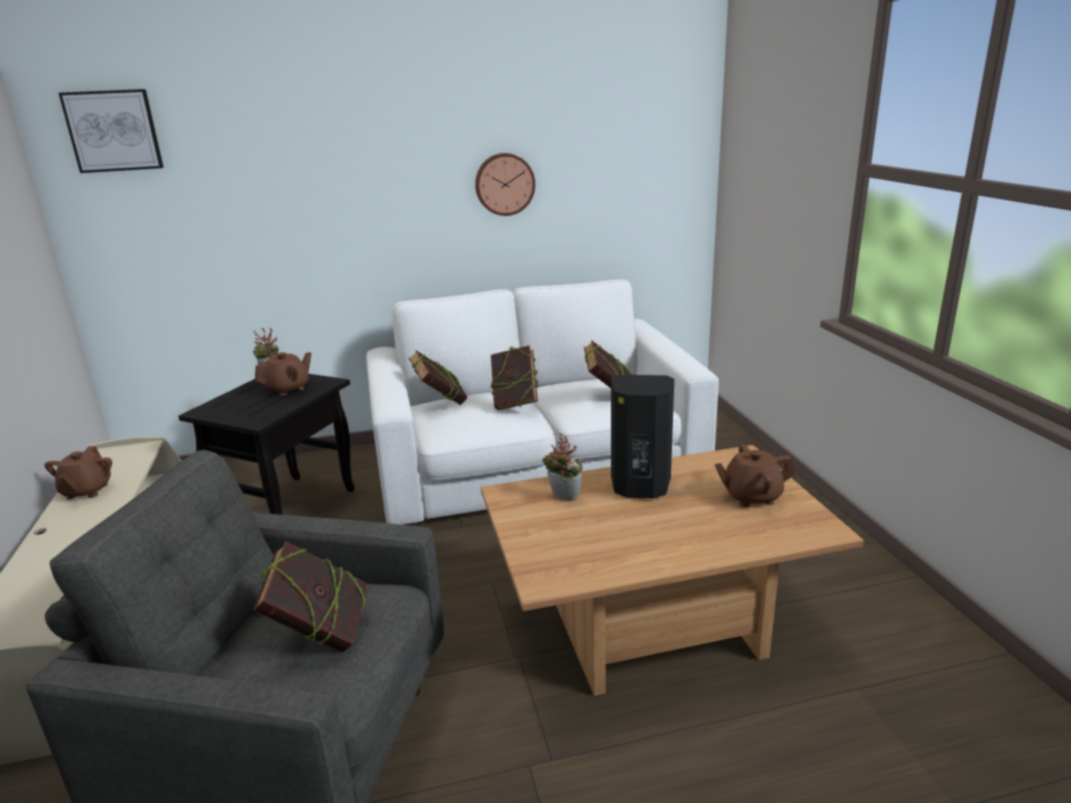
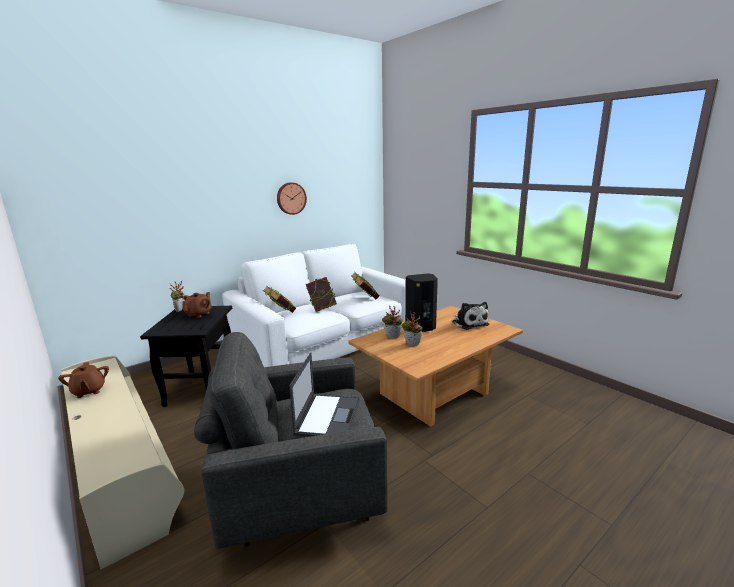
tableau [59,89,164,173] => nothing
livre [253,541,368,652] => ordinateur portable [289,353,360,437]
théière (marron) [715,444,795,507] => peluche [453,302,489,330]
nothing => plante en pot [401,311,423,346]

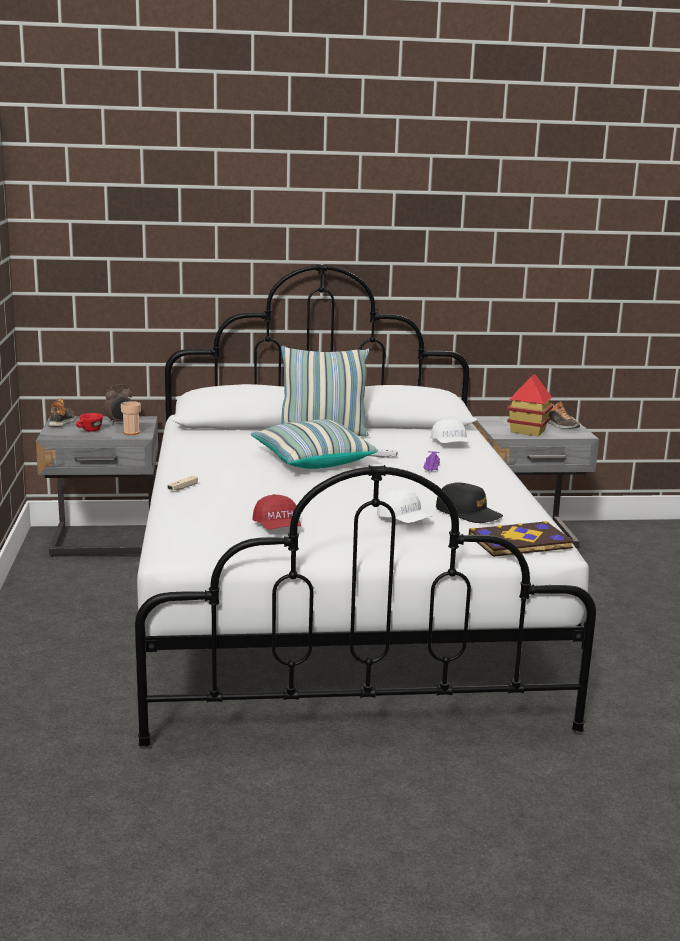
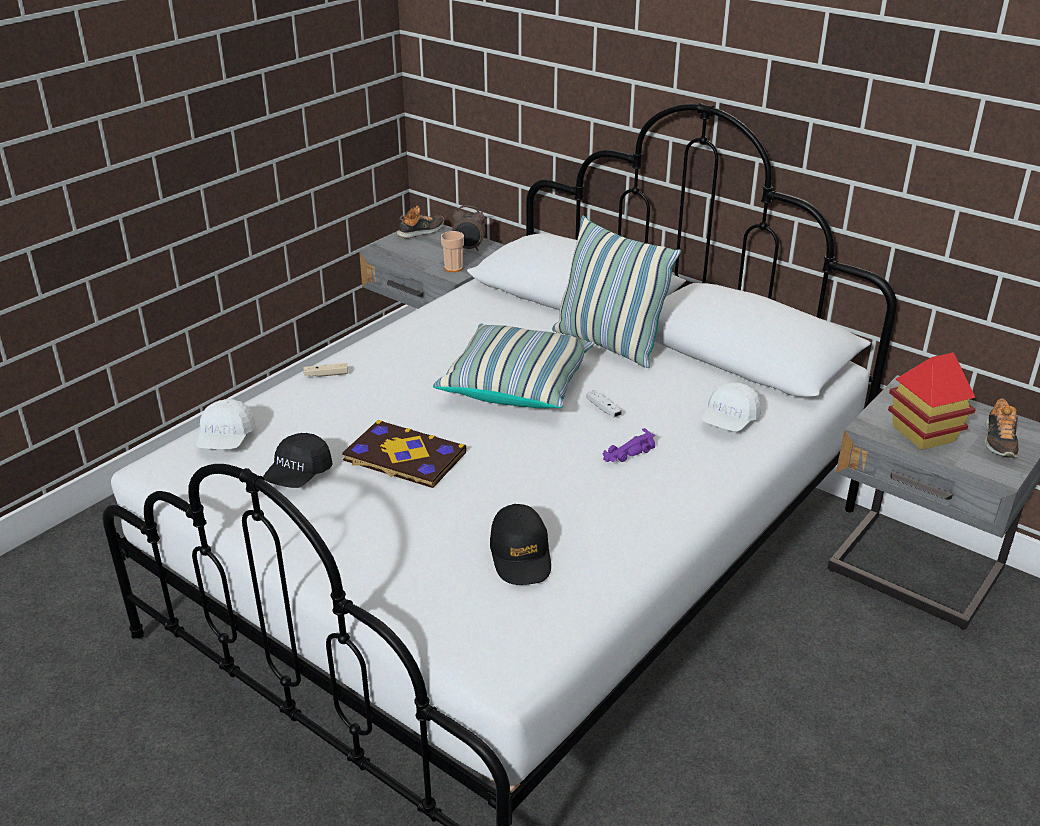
tasse (rouge) [76,413,103,432] => nothing
casquette (rouge) [252,494,301,529] => casquette (noir) [263,433,333,488]
casquette (blanc) [377,489,433,523] => casquette (blanc) [196,399,256,449], relocated
livre [469,521,574,557] => livre [342,420,466,488], relocated

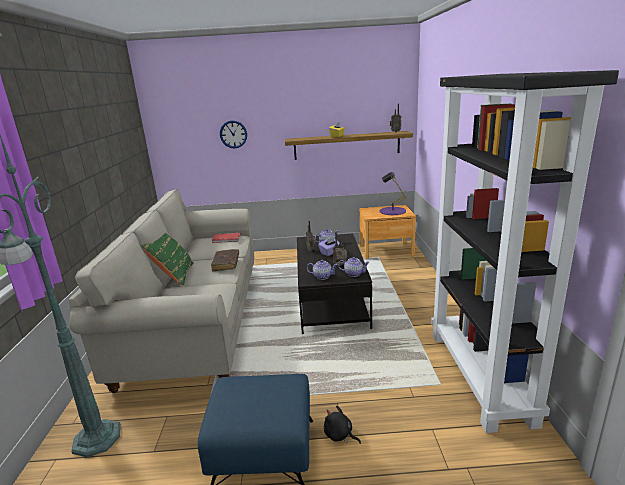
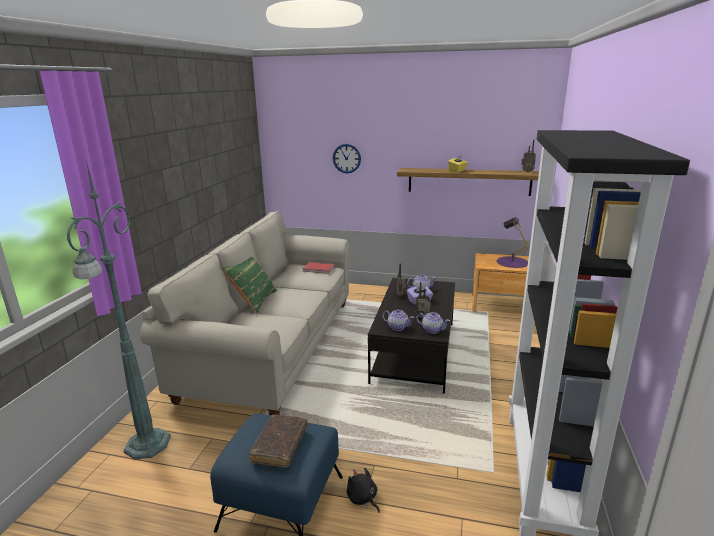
livre (marron) [211,249,239,271] => livre (marron) [249,415,308,467], relocated

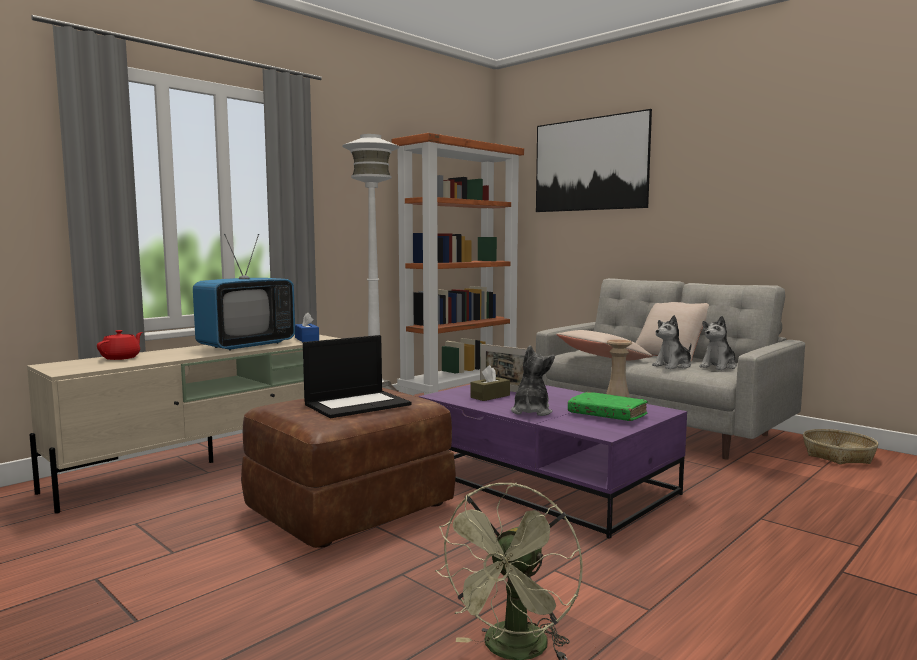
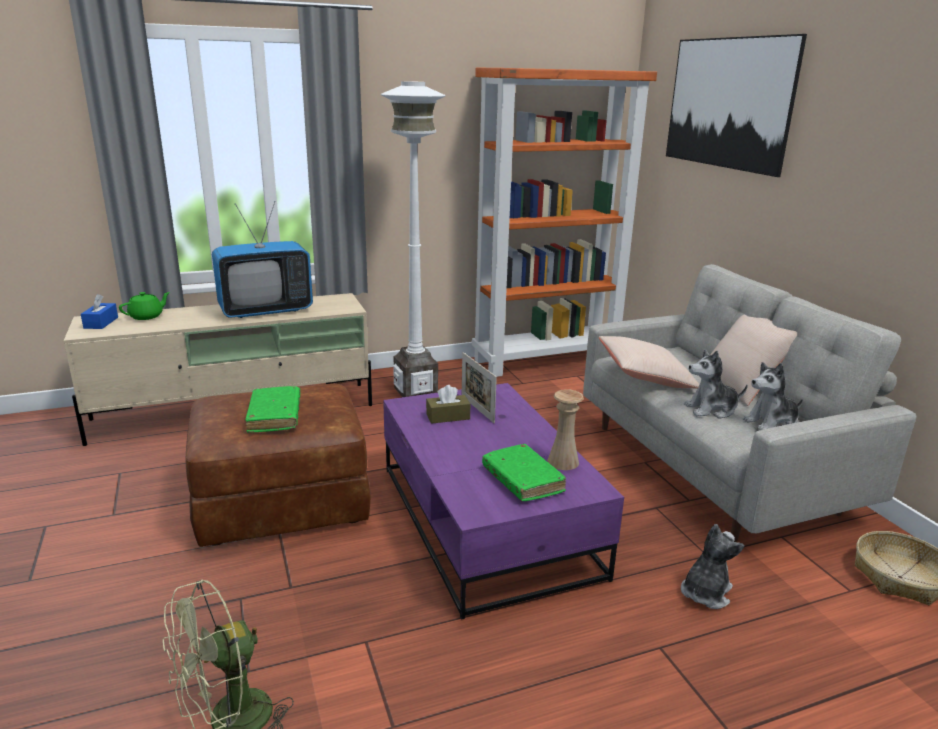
théière (rouge) [97,330,143,360] => théière (vert) [119,292,170,320]
boîte à mouchoirs (bleu) [295,312,319,342] => boîte à mouchoirs (bleu) [81,294,118,329], relocated
ordinateur portable [303,335,411,418] => livre (vert) [245,386,300,433]
peluche [511,345,555,416] => peluche [681,524,744,609], relocated

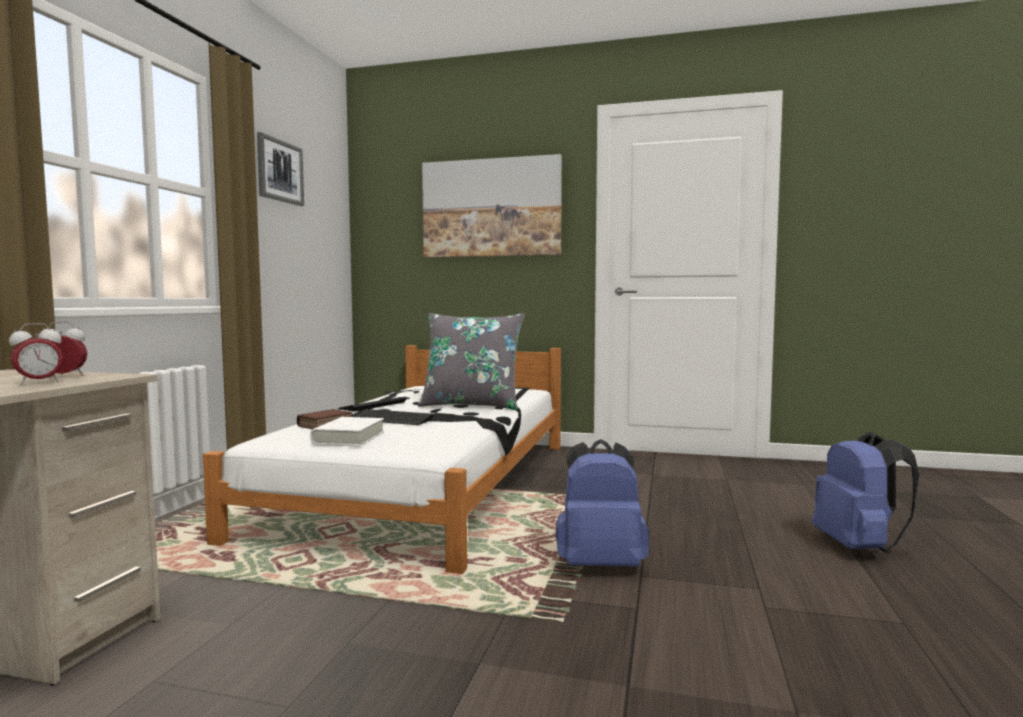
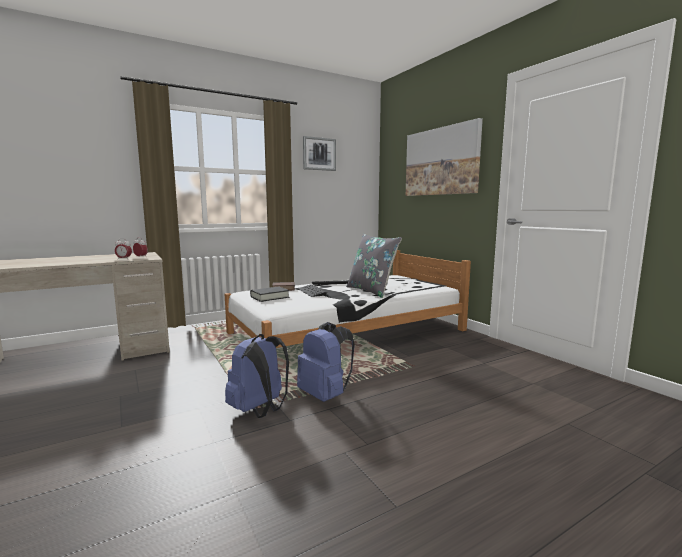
livre (blanc) [310,417,384,446] => livre (noir) [250,286,290,302]
sac à dos (bleu) [812,431,919,552] => sac à dos (bleu) [225,334,289,418], relocated

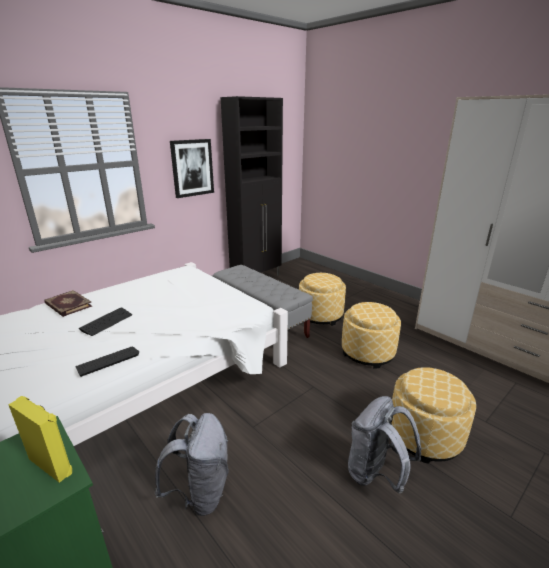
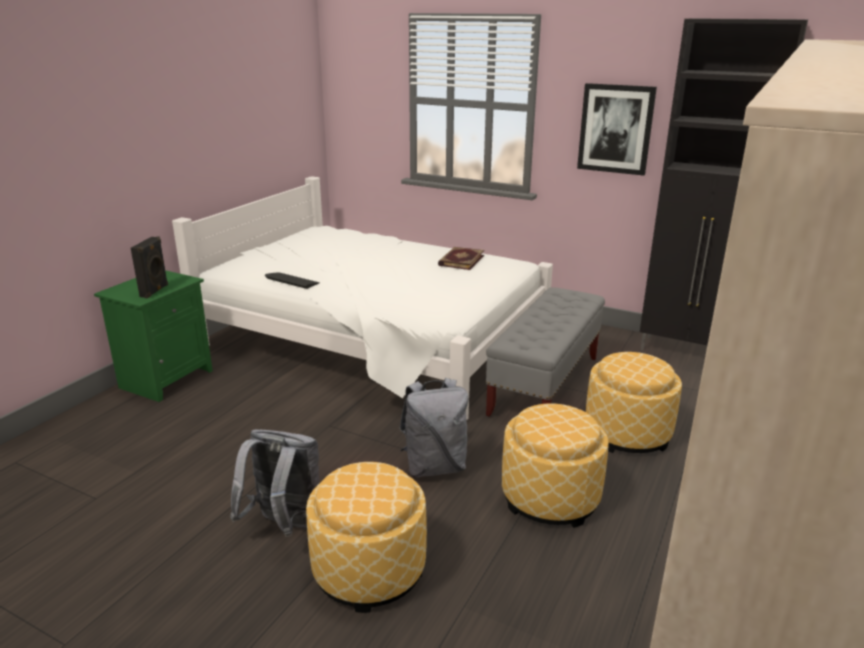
enceinte (jaune) [8,396,72,483] => enceinte (noir) [131,236,168,298]
livre [44,290,92,317] => livre [438,247,484,270], relocated
clavier [79,307,132,336] => nothing
sac à dos (gris) [155,413,229,516] => sac à dos (gris) [399,378,468,477], relocated

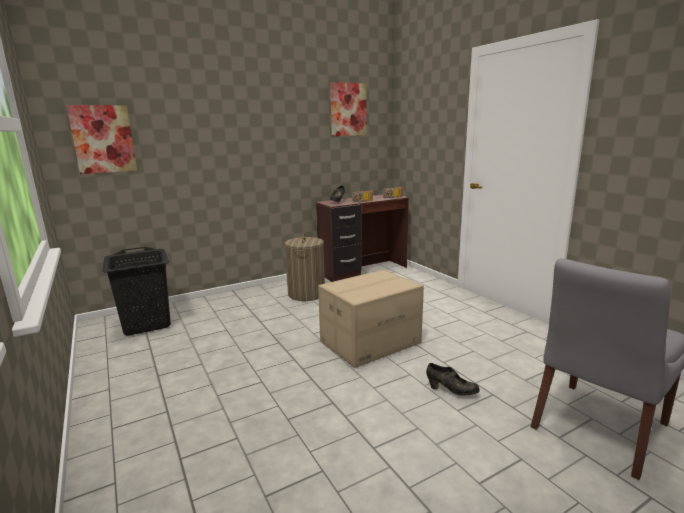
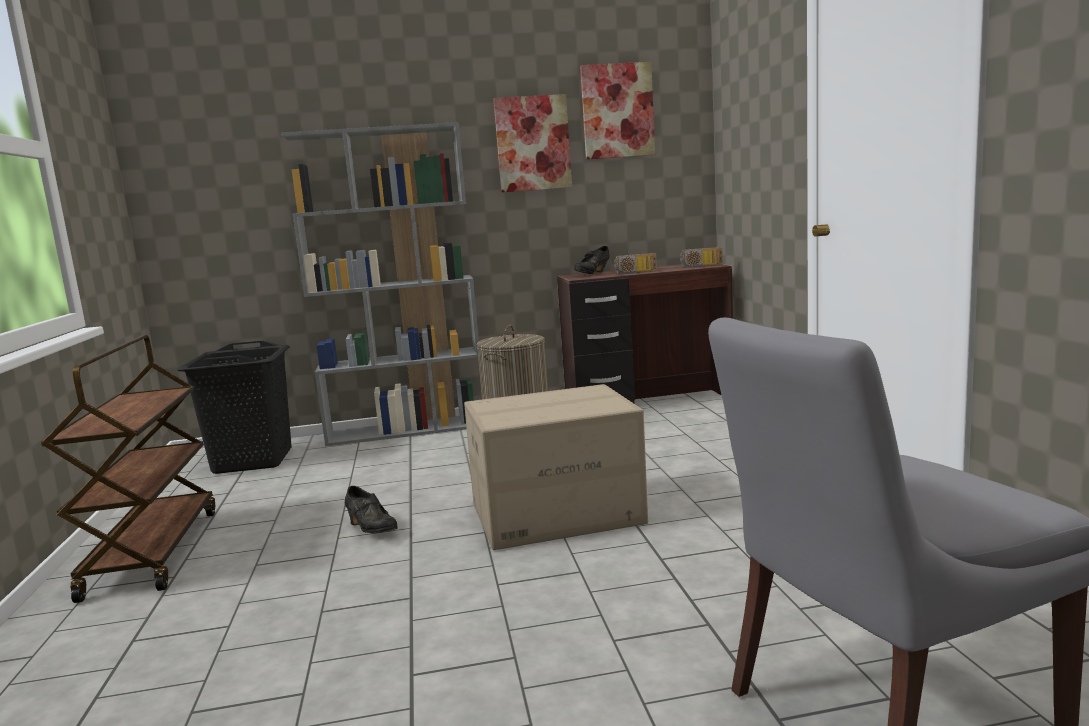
tableau [66,105,137,174] => tableau [493,94,572,193], relocated
chaussure (noir) [426,363,480,395] => chaussure (noir) [345,486,398,533], relocated
nothing => chariot (marron) [41,335,215,603]
nothing => bibliothèque (gris) [281,122,479,447]

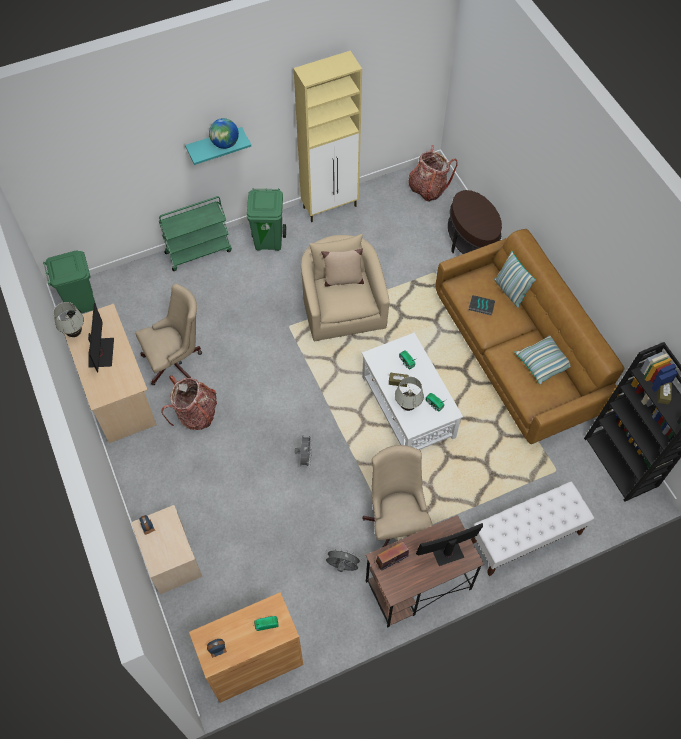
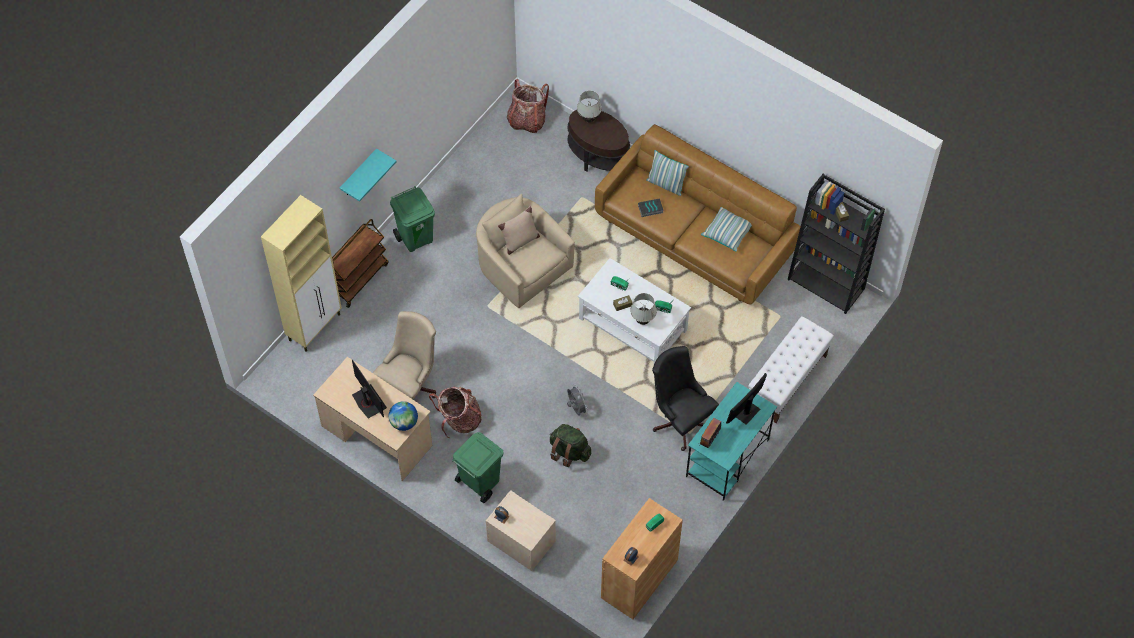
poubelle (vert) [43,251,96,318] => poubelle (vert) [452,432,503,503], relocated
lampe de table (blanc) [53,302,84,337] => lampe de table (blanc) [577,91,602,122], relocated
chariot (vert) [159,196,232,271] => chariot (marron) [332,219,389,308]
globe [209,118,239,149] => globe [389,401,418,431], relocated
meuble de rangement (beige) [294,51,362,222] => meuble de rangement (beige) [261,195,342,352], relocated
ventilateur (gris) [326,548,362,572] => nothing
chaise de bureau (beige) [362,445,432,547] => chaise de bureau (noir) [652,346,719,451]
bureau (marron) [366,515,484,628] => bureau (turquoise) [686,382,777,501]
nothing => sac à dos (vert) [550,424,591,467]

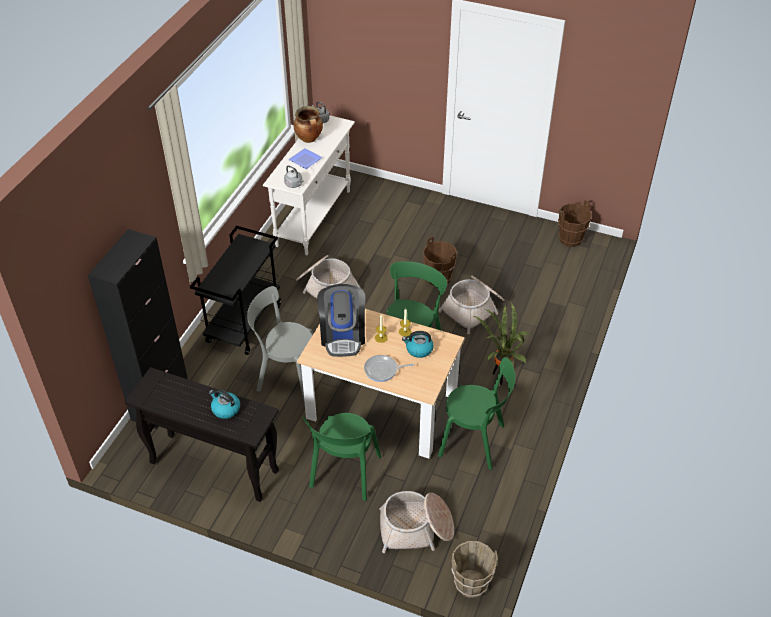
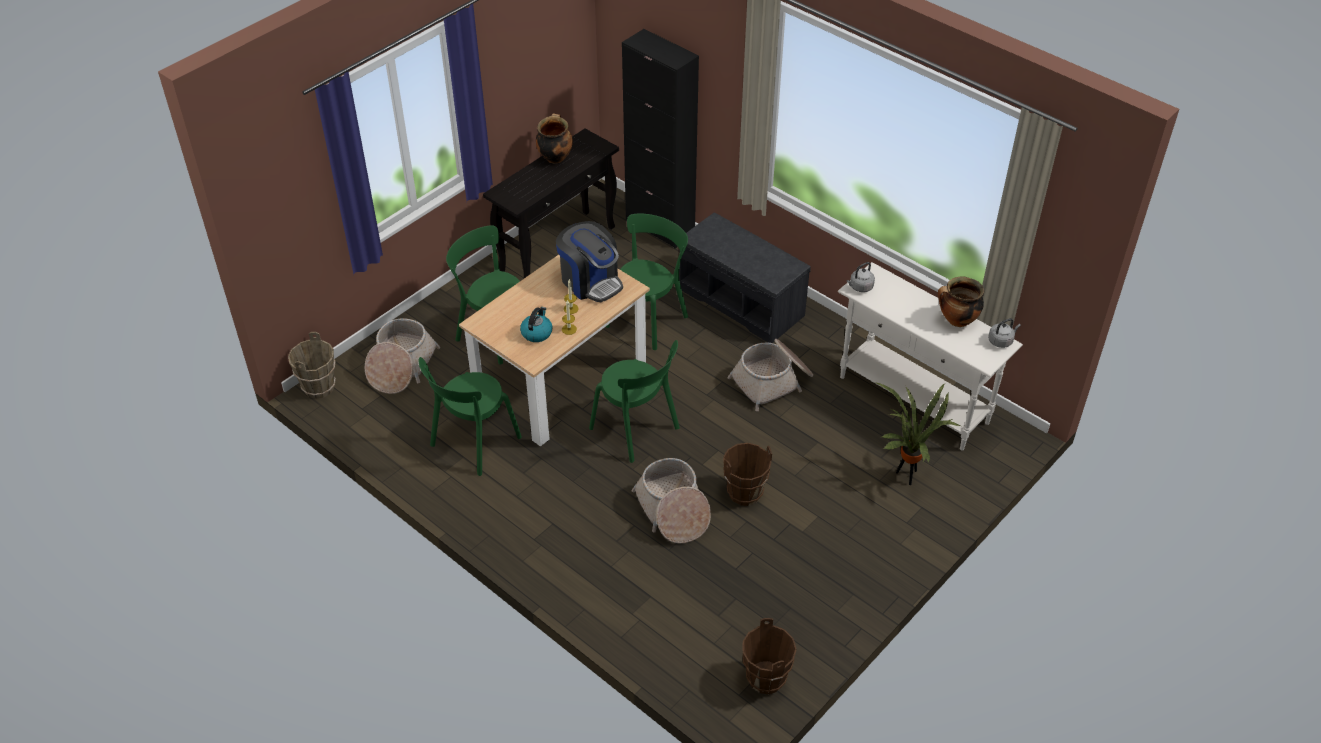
chariot (noir) [190,226,281,355] => banc (gris) [679,213,811,343]
bouilloire [209,389,240,419] => nothing
chaise (gris) [247,286,313,400] => chaise (vert) [606,214,688,350]
assiette [288,148,323,169] => nothing
machine à café [317,284,365,357] => machine à café [556,221,623,302], 150 degrees counterclockwise
poêle [364,355,415,382] => nothing
plante en pot [472,302,530,385] => plante en pot [875,382,961,485], relocated
nothing => marmite [536,114,573,164]

